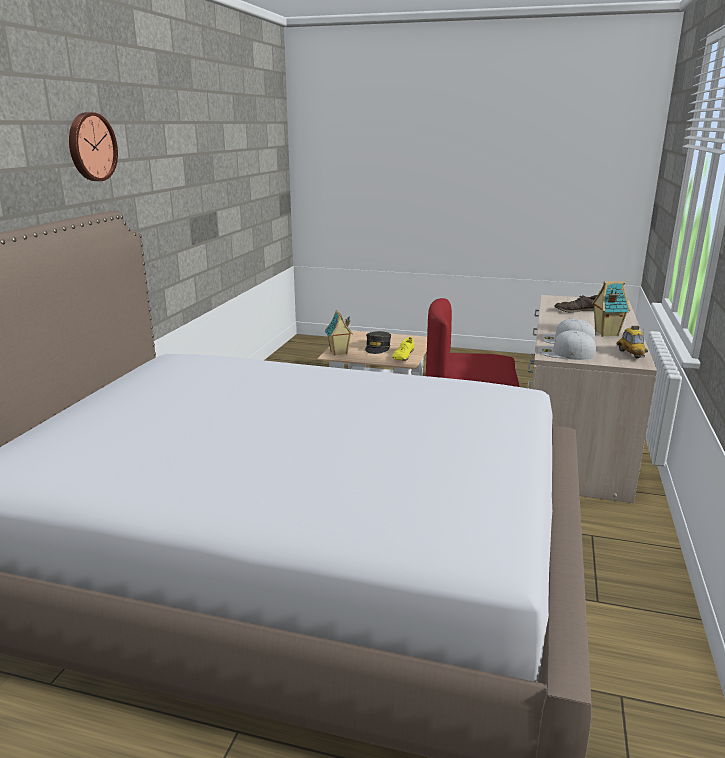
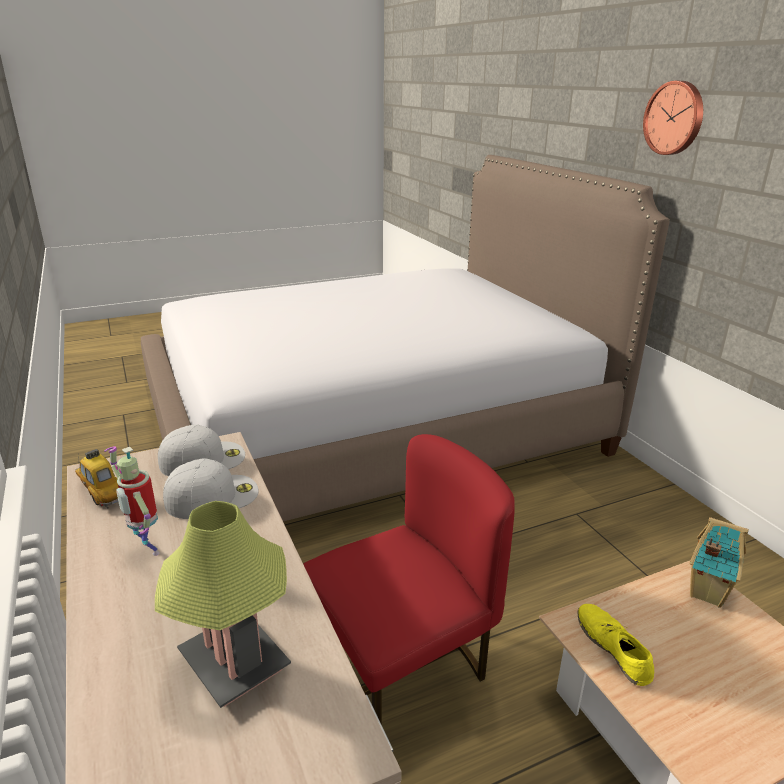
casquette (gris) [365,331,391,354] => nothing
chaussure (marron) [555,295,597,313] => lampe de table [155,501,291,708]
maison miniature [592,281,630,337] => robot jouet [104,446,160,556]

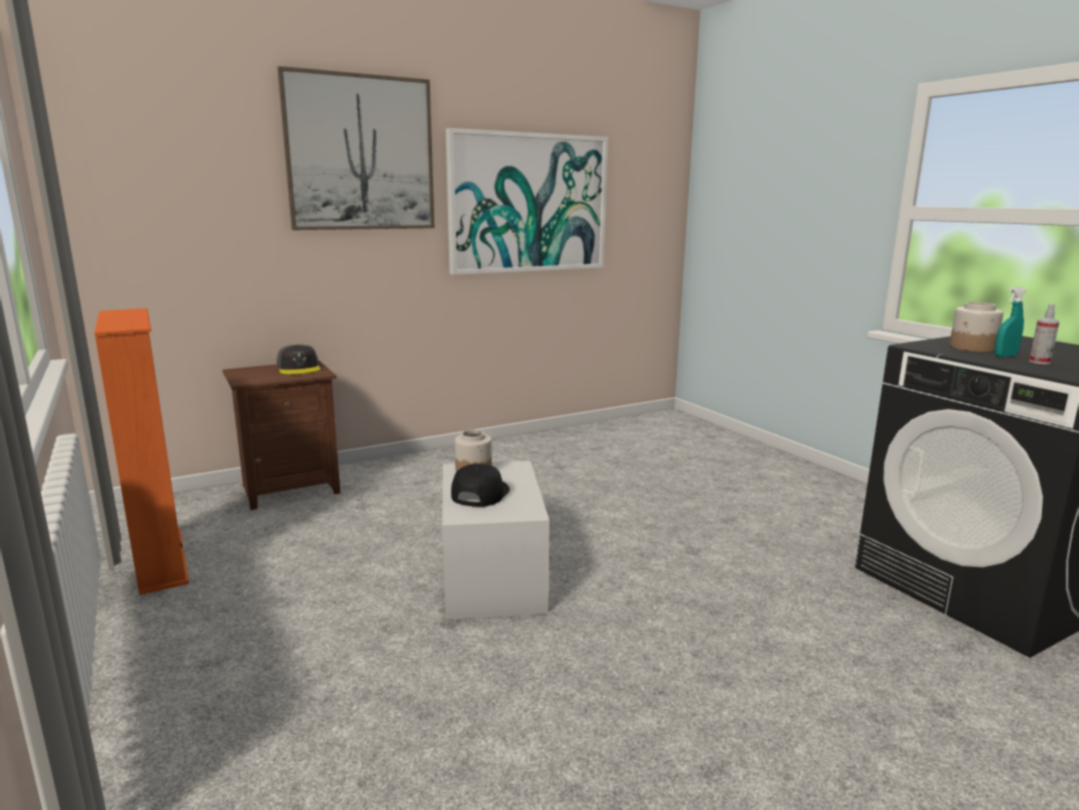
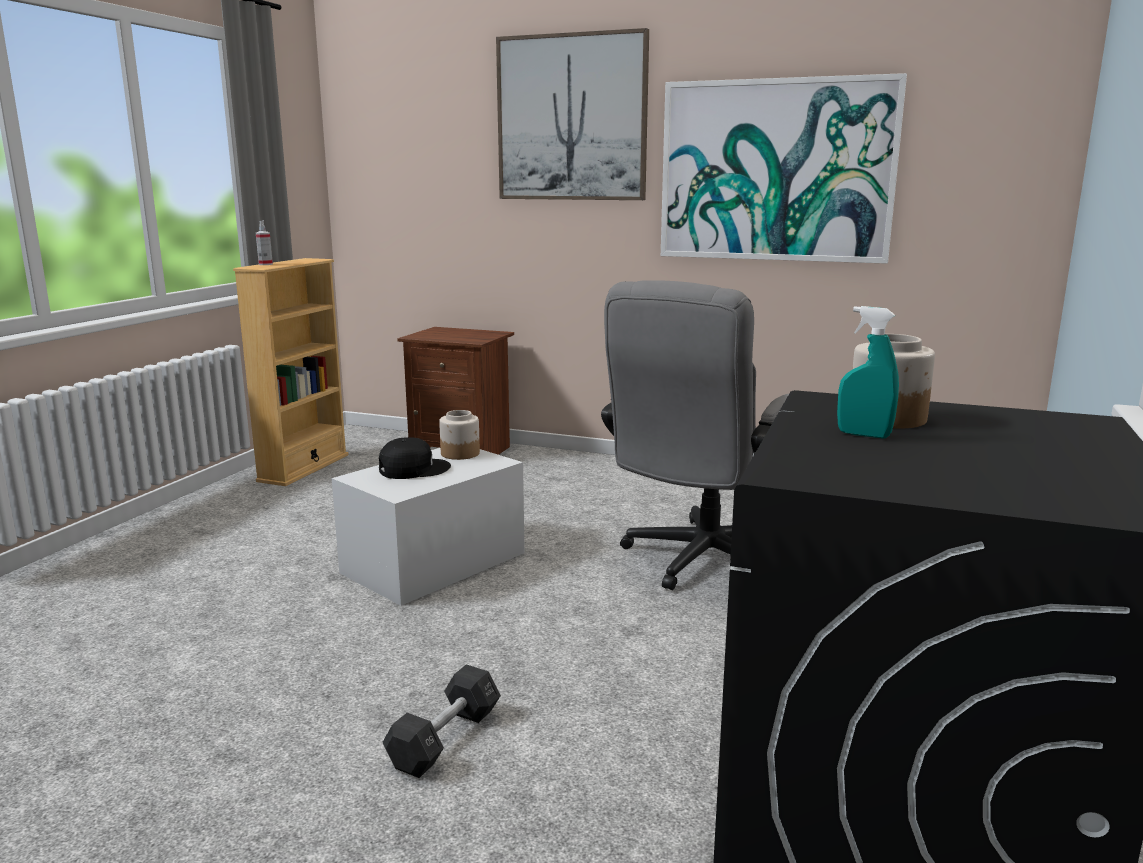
bibliothèque (orange) [94,308,189,595] => bibliothèque (beige) [233,258,349,486]
casquette (gris) [277,345,320,374] => nothing
vaporisateur [1029,304,1060,364] => vaporisateur [256,221,273,265], relocated
nothing => haltère (noir) [382,664,501,778]
nothing => chaise de bureau (gris) [601,280,789,590]

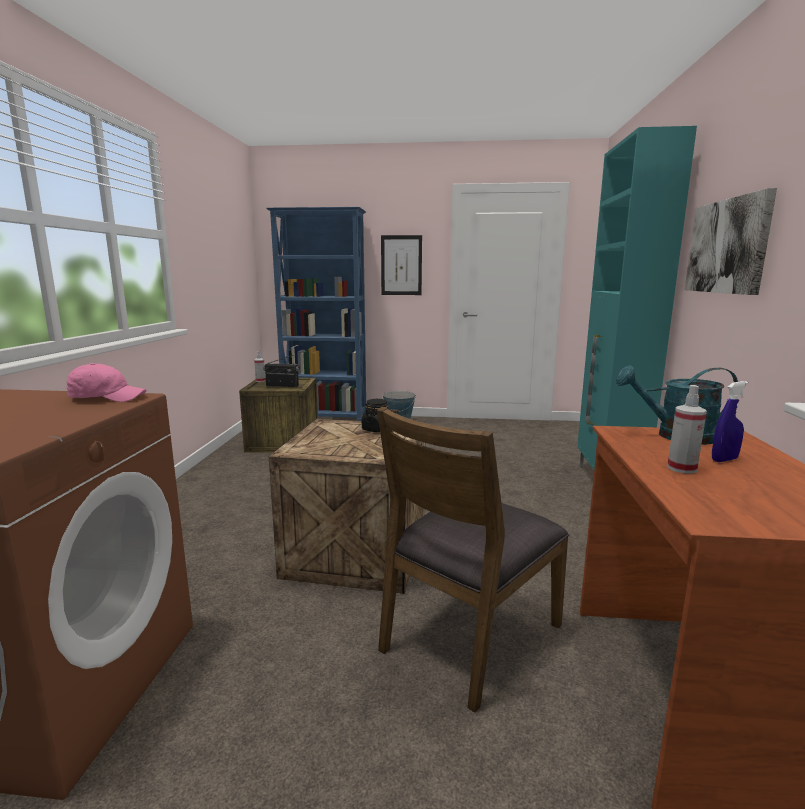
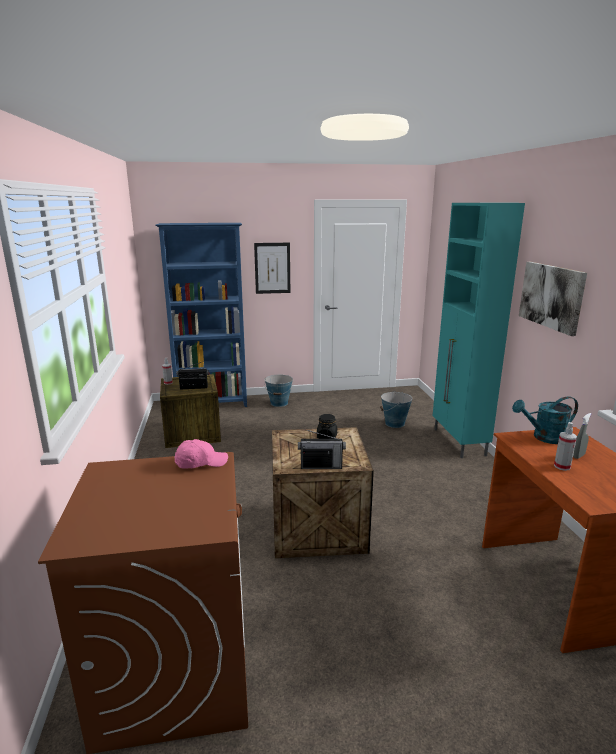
chaise (marron) [377,407,569,713] => nothing
vaporisateur (bleu) [712,381,748,462] => vaporisateur (gris) [573,413,591,459]
nothing => radio [298,429,346,469]
nothing => seau [380,391,412,428]

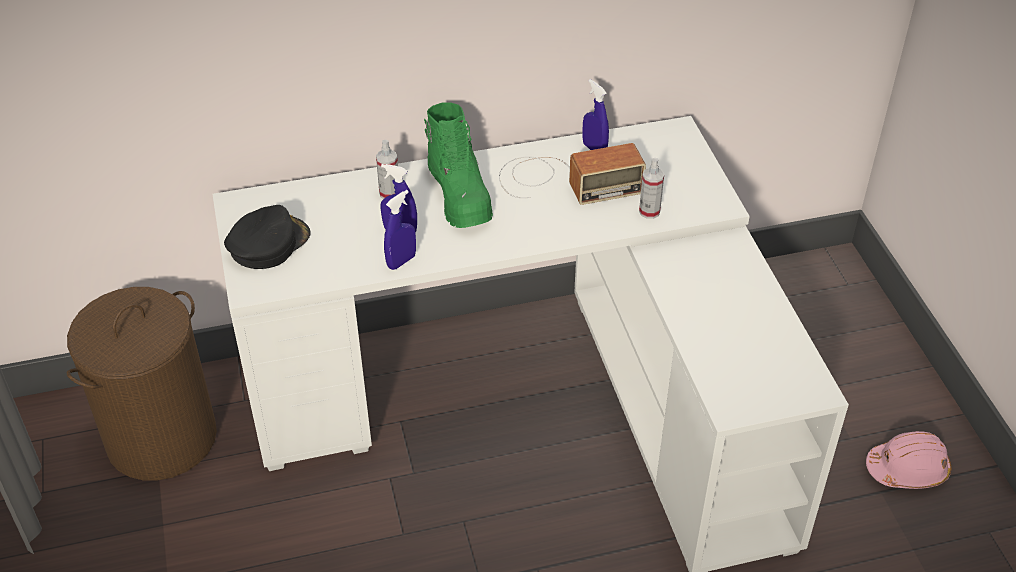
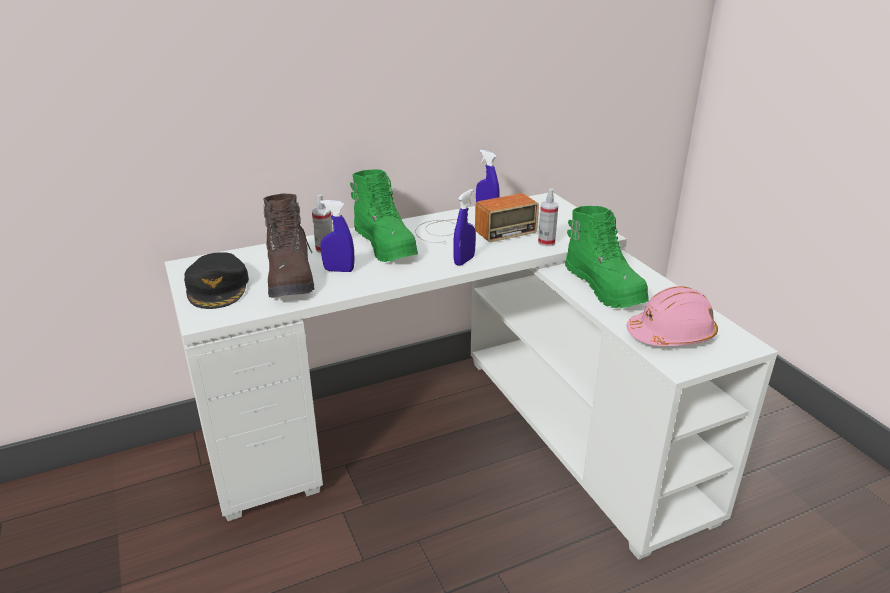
panier à linge (marron) [67,287,217,481] => nothing
casquette (noir) [224,205,311,269] => casquette (noir) [184,252,249,309], 135 degrees clockwise
vaporisateur (bleu) [384,190,416,270] => vaporisateur (bleu) [453,189,476,266], relocated
casque de chantier (rose) [866,431,951,489] => casque de chantier (rose) [627,286,718,346], relocated
nothing => botte (marron) [263,194,314,298]
nothing => botte (vert) [565,206,649,308]

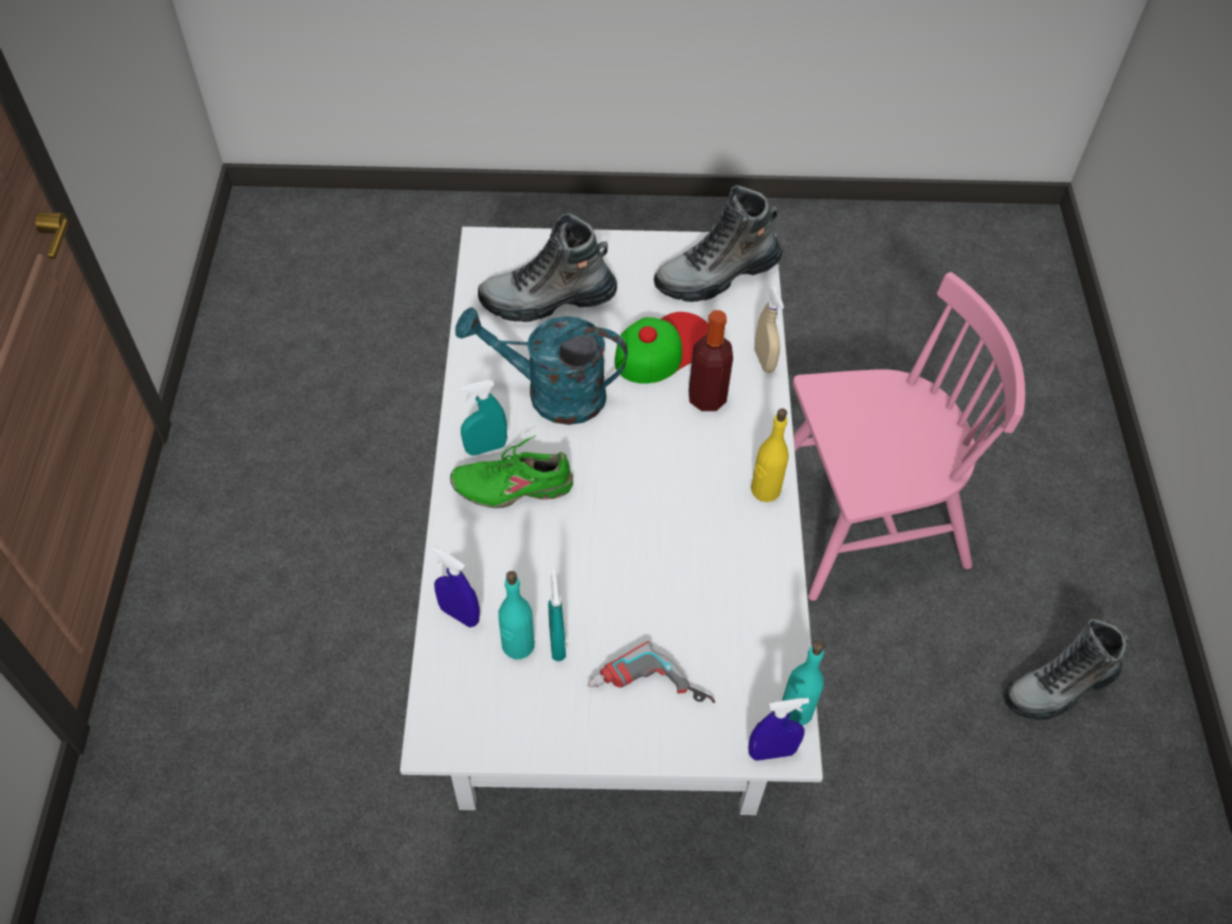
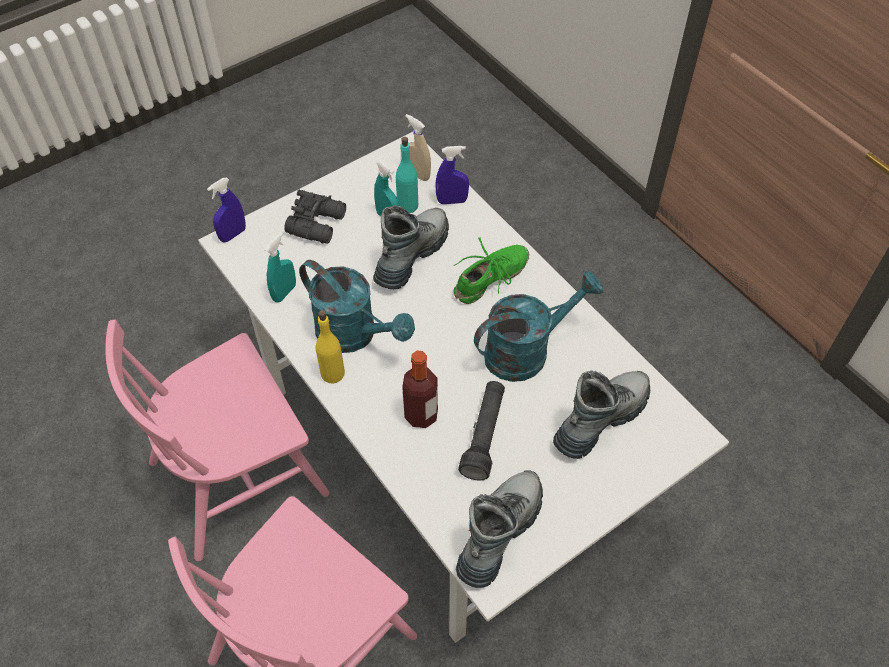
vaporisateur (turquoise) [461,380,507,455] => vaporisateur (turquoise) [265,232,296,303], relocated
perceuse [588,641,715,703] => jumelles (noir) [284,190,346,244]
casquette [615,312,708,384] => lampe de poche (noir) [458,381,505,480]
vaporisateur (beige) [754,286,784,373] => vaporisateur (beige) [405,114,431,181], relocated
bouteille (turquoise) [782,641,824,726] => nothing
botte [1004,619,1128,720] => botte [373,205,449,289], relocated
nothing => chaise (rose) [105,320,329,561]
nothing => arrosoir (turquoise) [299,260,415,353]

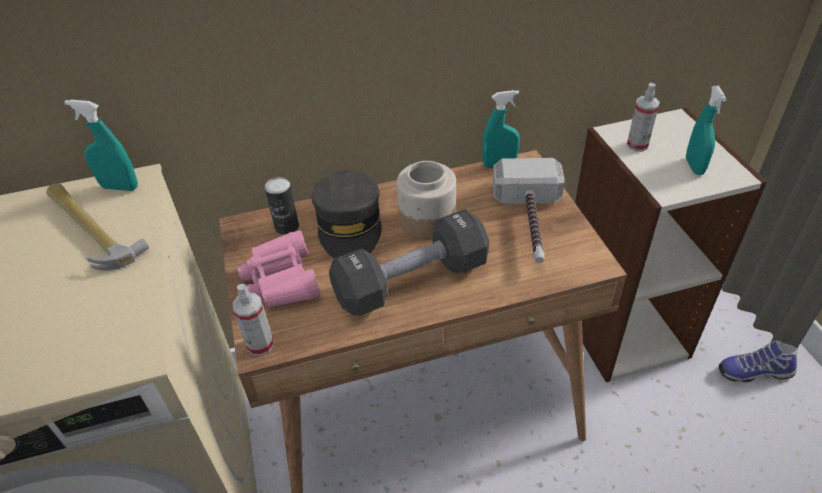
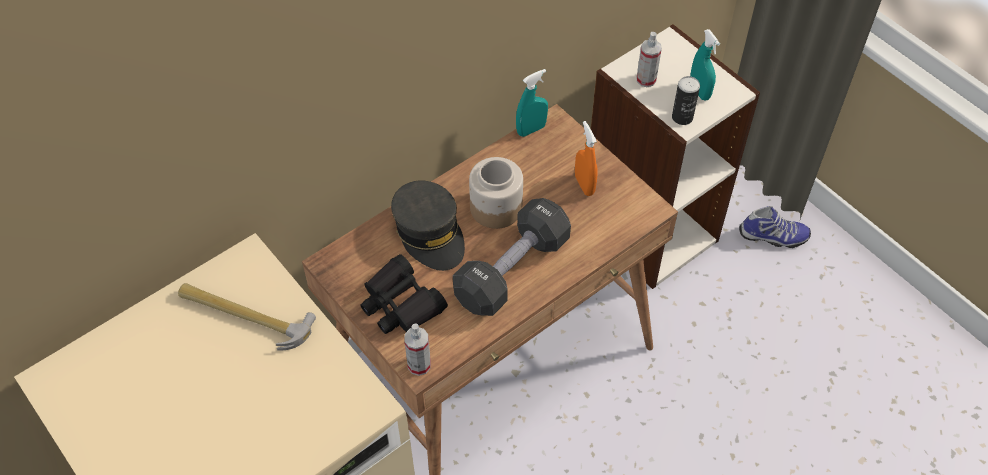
vaporisateur (turquoise) [65,100,138,191] => nothing
jumelles (rose) [237,230,321,308] => jumelles (noir) [360,254,448,334]
boîte métallique [265,177,299,235] => boîte métallique [672,76,700,125], relocated
marteau [493,158,564,263] => vaporisateur (orange) [575,121,597,196]
chaussure [719,340,798,382] => chaussure [739,206,811,248], 150 degrees counterclockwise

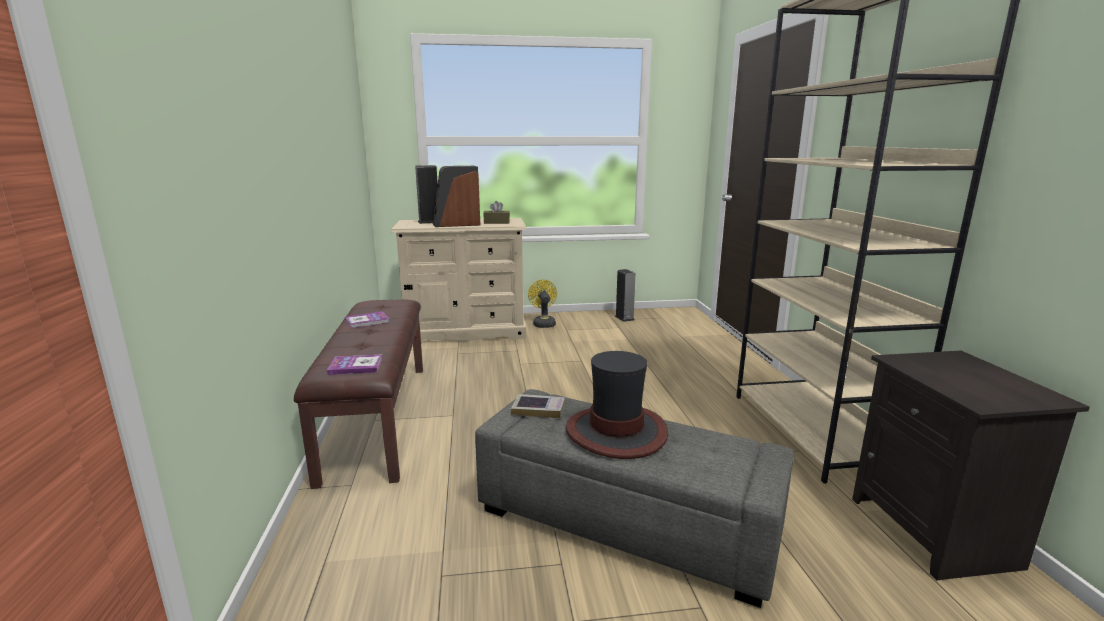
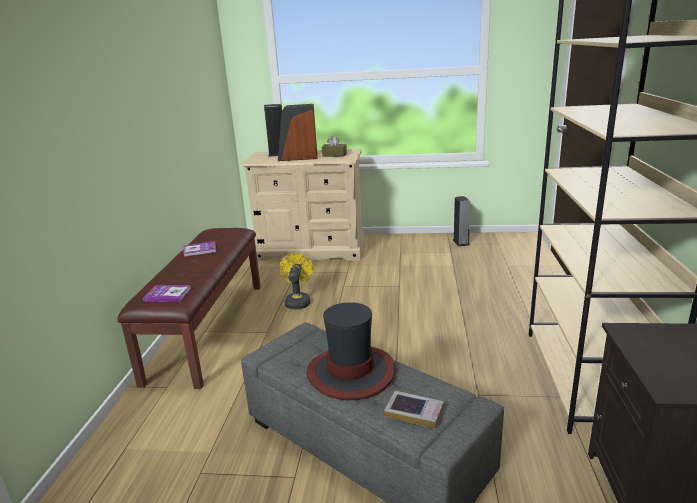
livre [511,394,565,418] => livre [384,391,444,429], relocated
ventilateur (jaune) [528,280,557,328] => ventilateur (jaune) [280,253,313,309], relocated

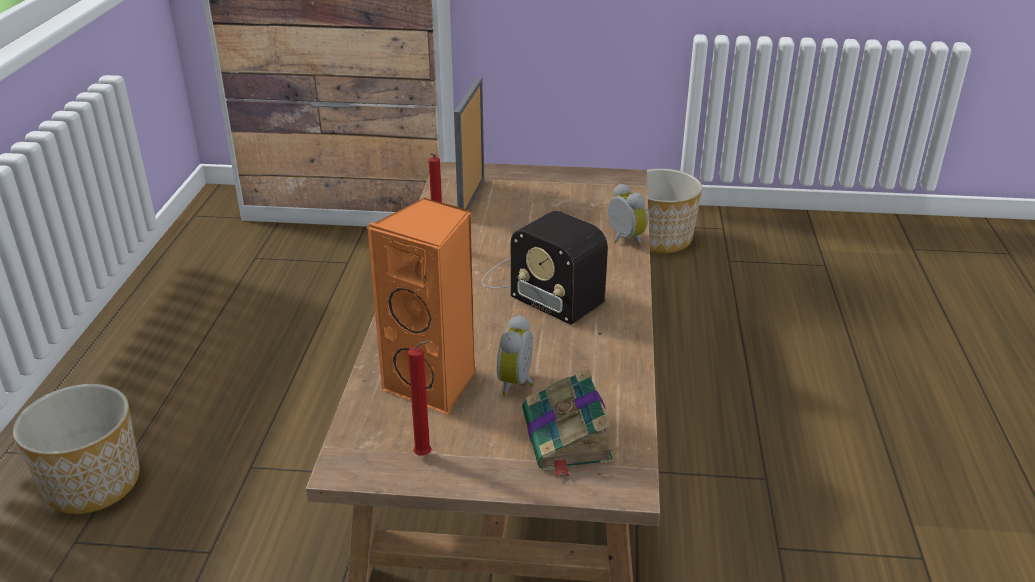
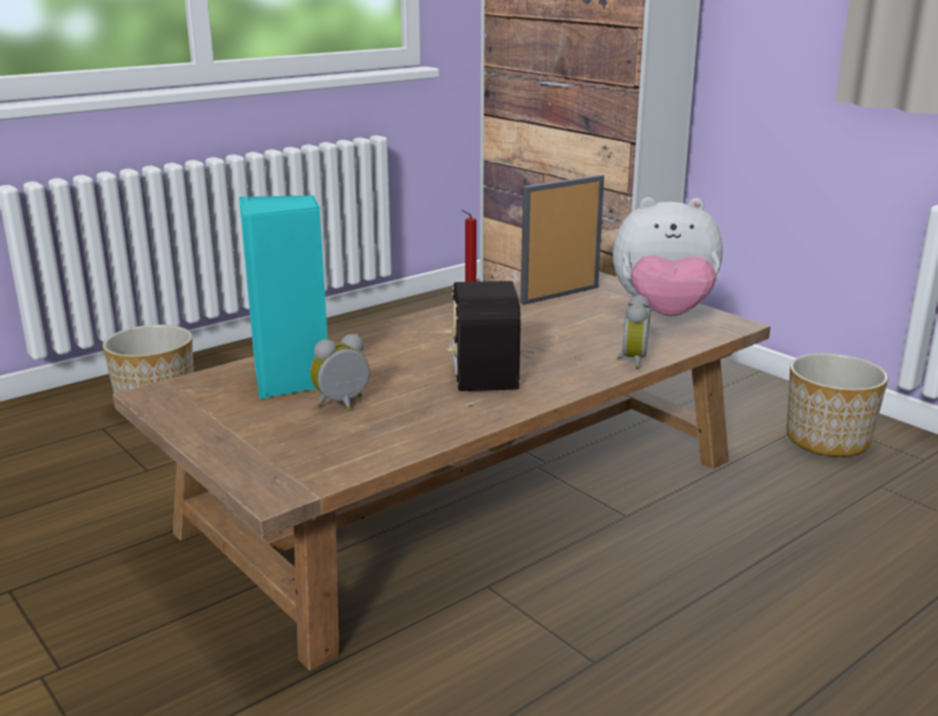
enceinte (orange) [367,197,476,415] => enceinte (turquoise) [239,195,328,399]
bougie (rouge) [408,340,432,456] => nothing
livre [522,367,614,478] => nothing
nothing => peluche [613,197,723,316]

